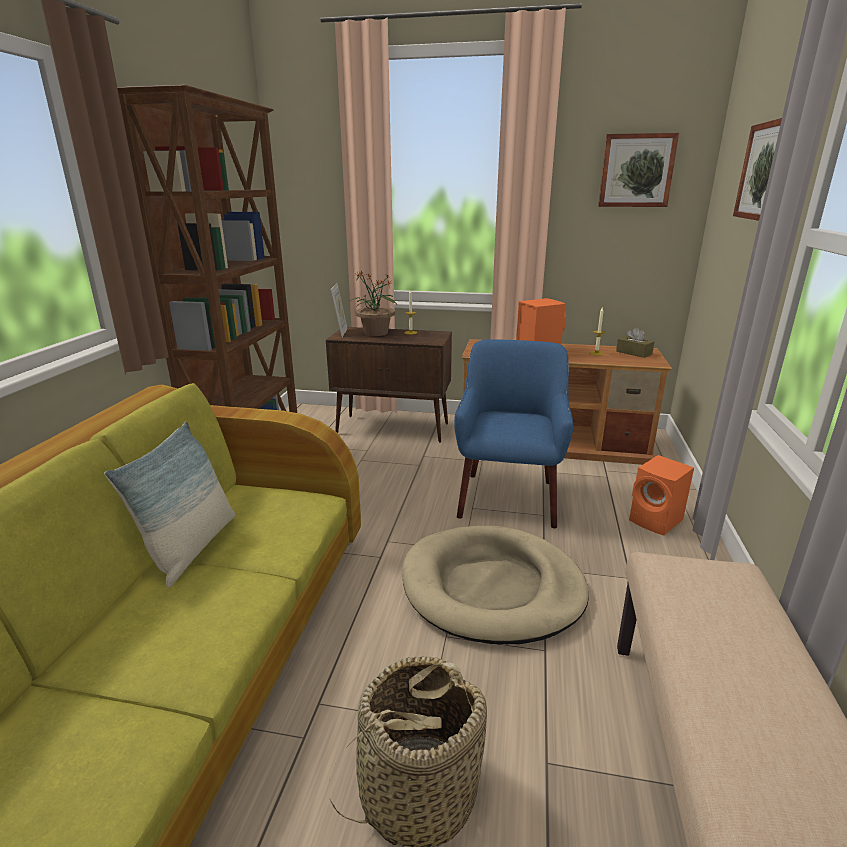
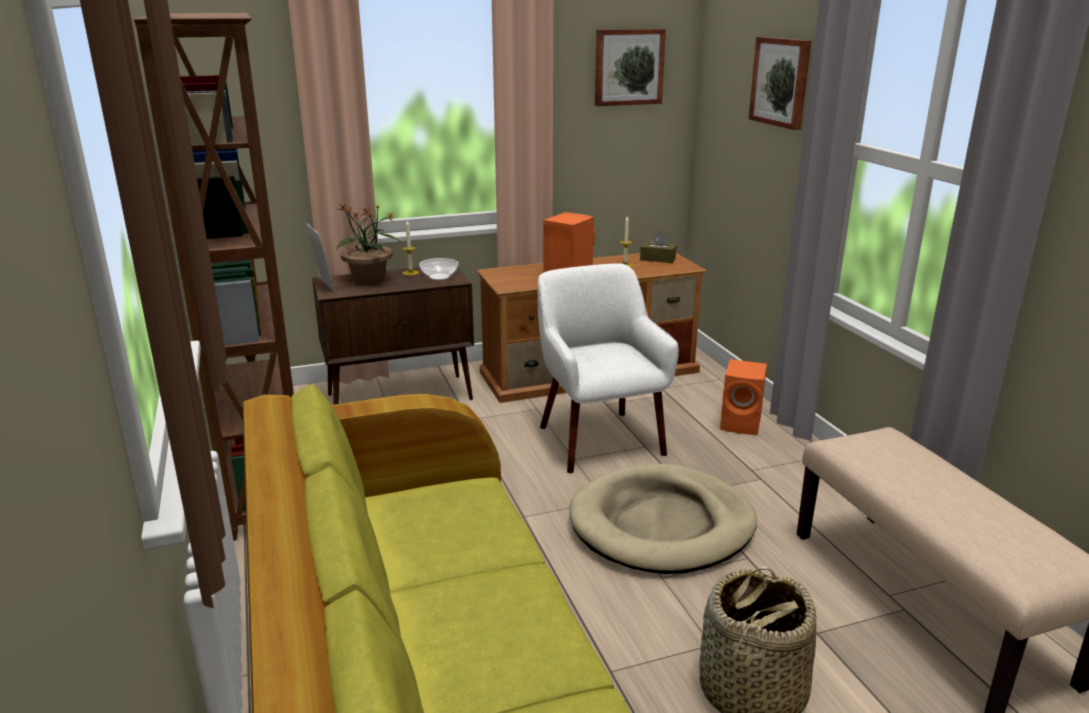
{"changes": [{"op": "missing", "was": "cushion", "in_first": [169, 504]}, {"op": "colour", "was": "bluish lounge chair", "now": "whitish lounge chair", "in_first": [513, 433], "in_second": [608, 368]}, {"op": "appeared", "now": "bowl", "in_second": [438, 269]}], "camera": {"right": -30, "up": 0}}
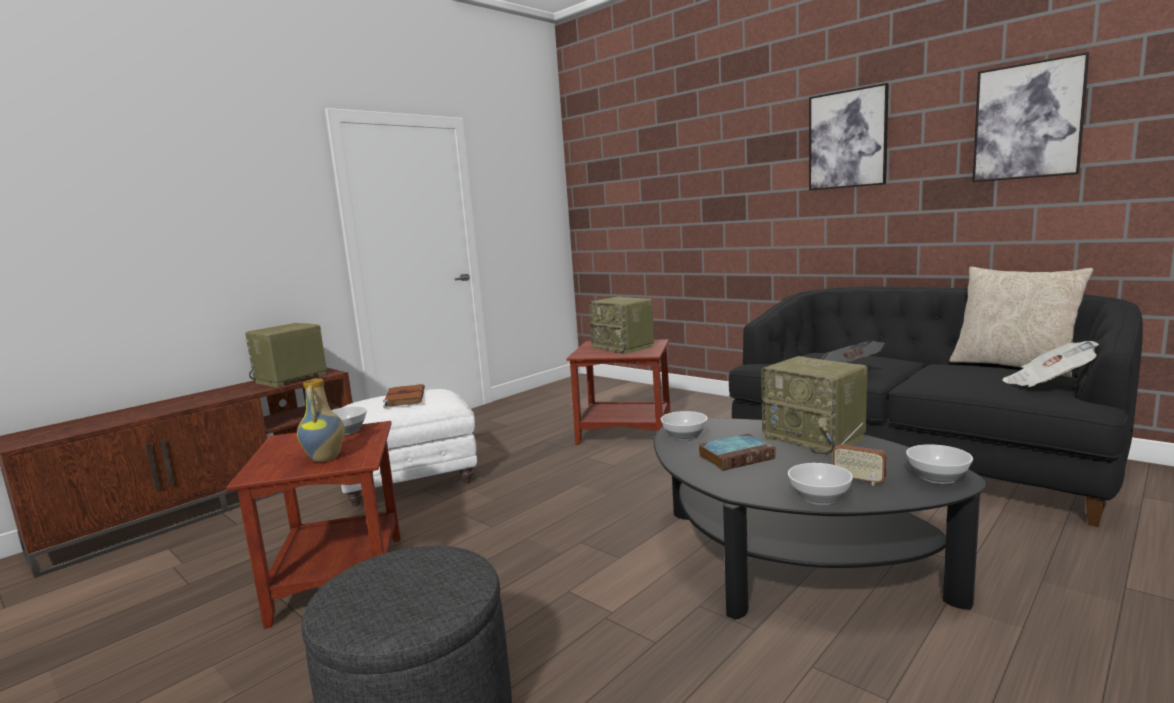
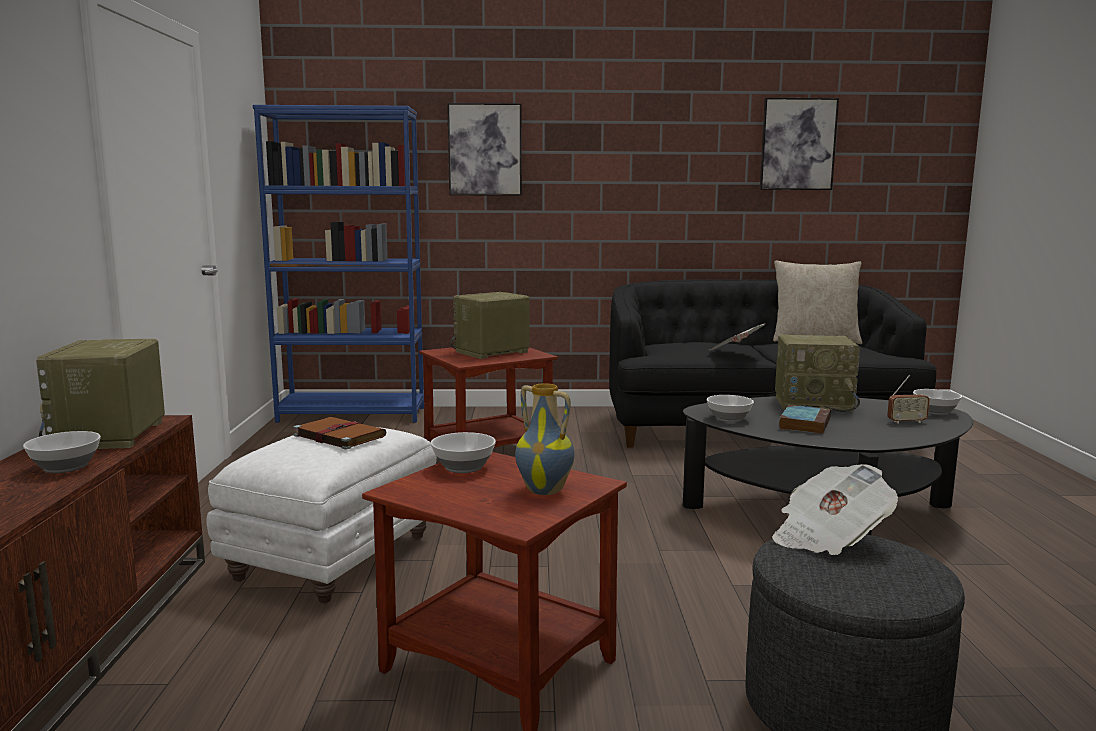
{"changes": [{"op": "spun", "was": "radio receiver", "in_first": [621, 325], "in_second": [490, 325], "clockwise": 135}, {"op": "relocated", "was": "bowl", "in_first": [820, 484], "in_second": [62, 452]}, {"op": "relocated", "was": "wall art", "in_first": [849, 137], "in_second": [484, 149]}, {"op": "relocated", "was": "daily paper", "in_first": [1050, 364], "in_second": [835, 509]}, {"op": "appeared", "now": "bluish bookcase", "in_second": [338, 264]}], "camera": {"right": -45, "up": 0}}
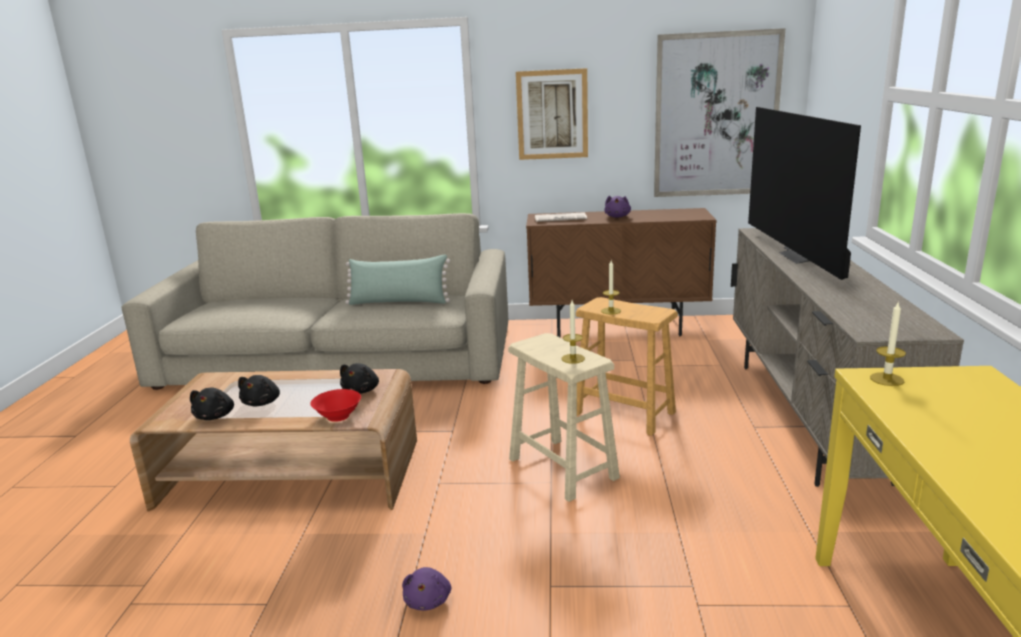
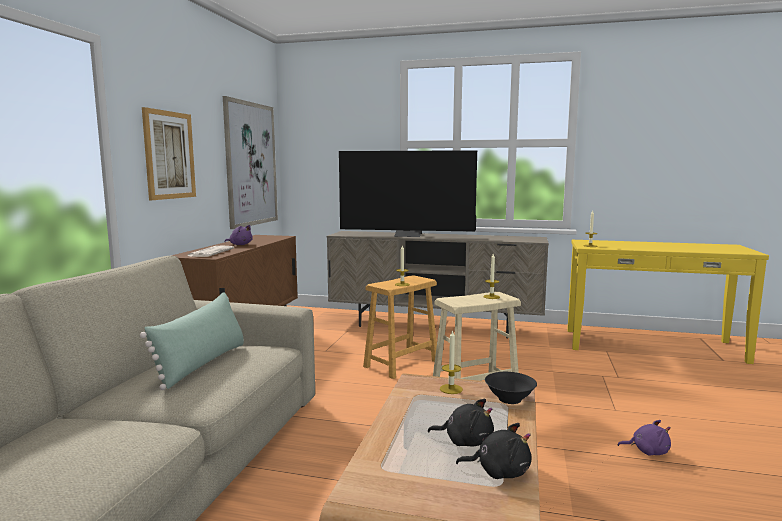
{"changes": [{"op": "colour", "was": "reddish bowl", "now": "black bowl", "in_first": [335, 405], "in_second": [511, 388]}, {"op": "exchanged", "was": "black soft toy", "now": "wax candle", "in_first": [359, 378], "in_second": [451, 362]}], "camera": {"right": -80, "up": -10}}
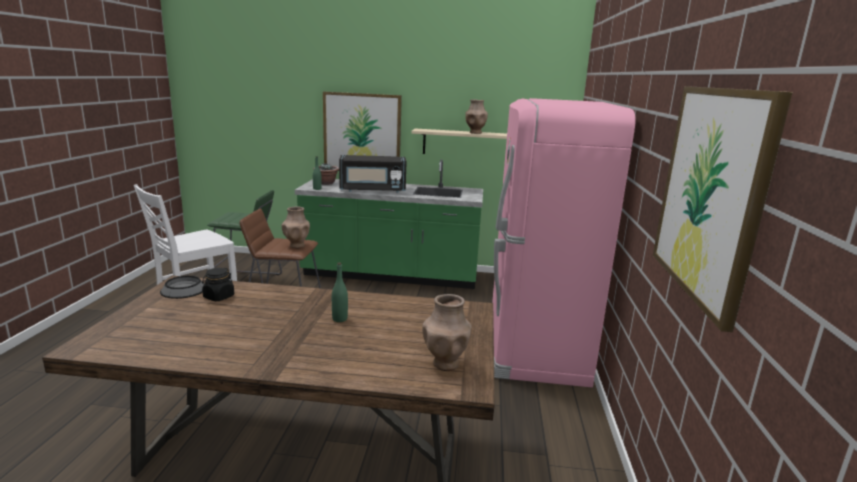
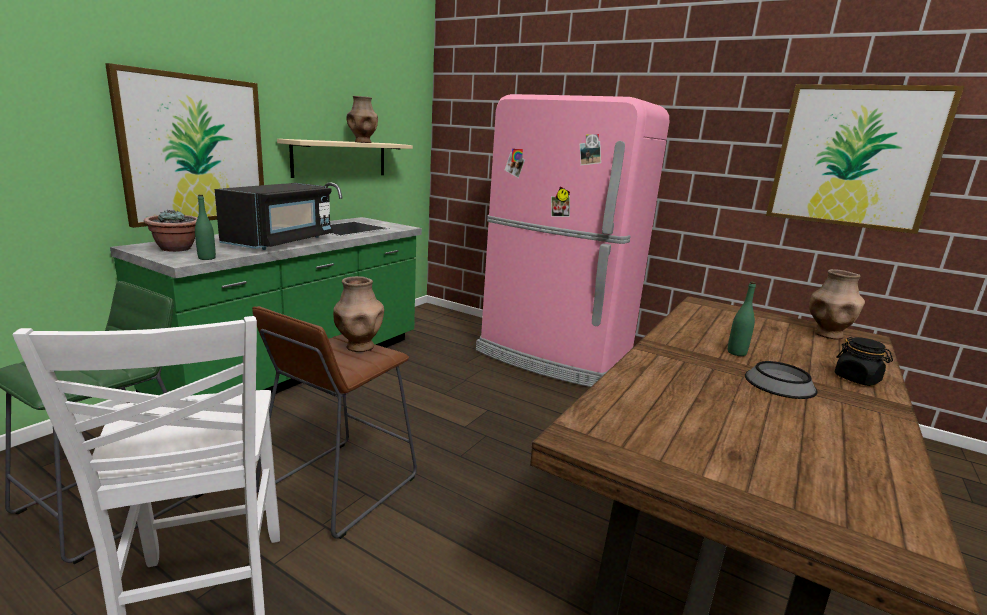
{"changes": [{"op": "relocated", "was": "bowl", "in_first": [182, 287], "in_second": [781, 380]}, {"op": "relocated", "was": "black storage jar", "in_first": [218, 284], "in_second": [864, 361]}], "camera": {"right": -65, "up": 0}}
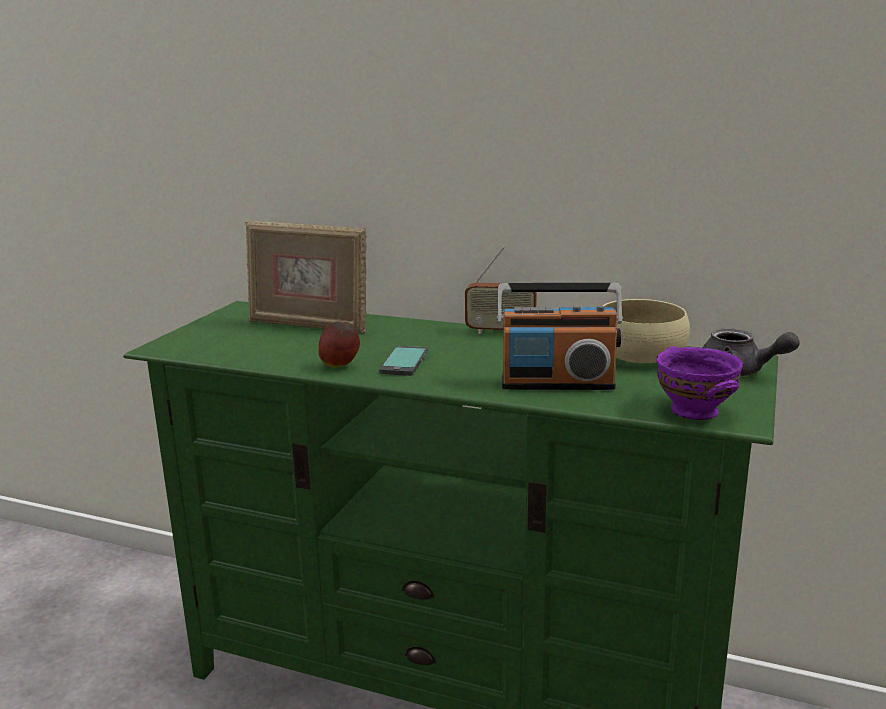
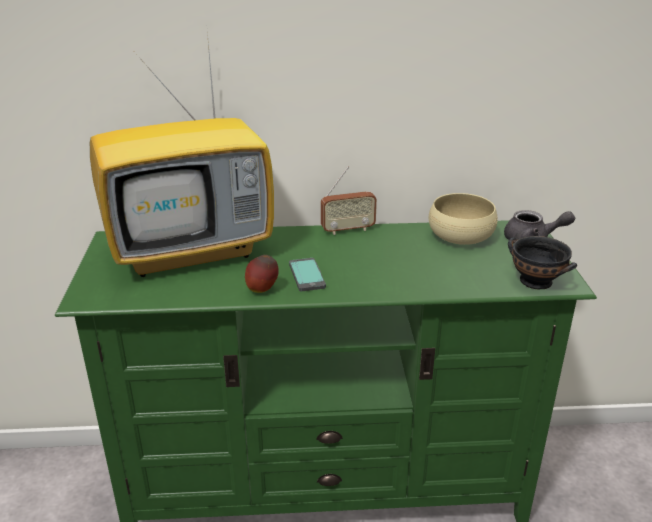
{"changes": [{"op": "exchanged", "was": "standing frame", "now": "TV", "in_first": [306, 276], "in_second": [182, 154]}, {"op": "missing", "was": "radio receiver", "in_first": [560, 336]}, {"op": "colour", "was": "purple bowl", "now": "black bowl", "in_first": [700, 383], "in_second": [542, 262]}], "camera": {"right": -25, "up": 10}}
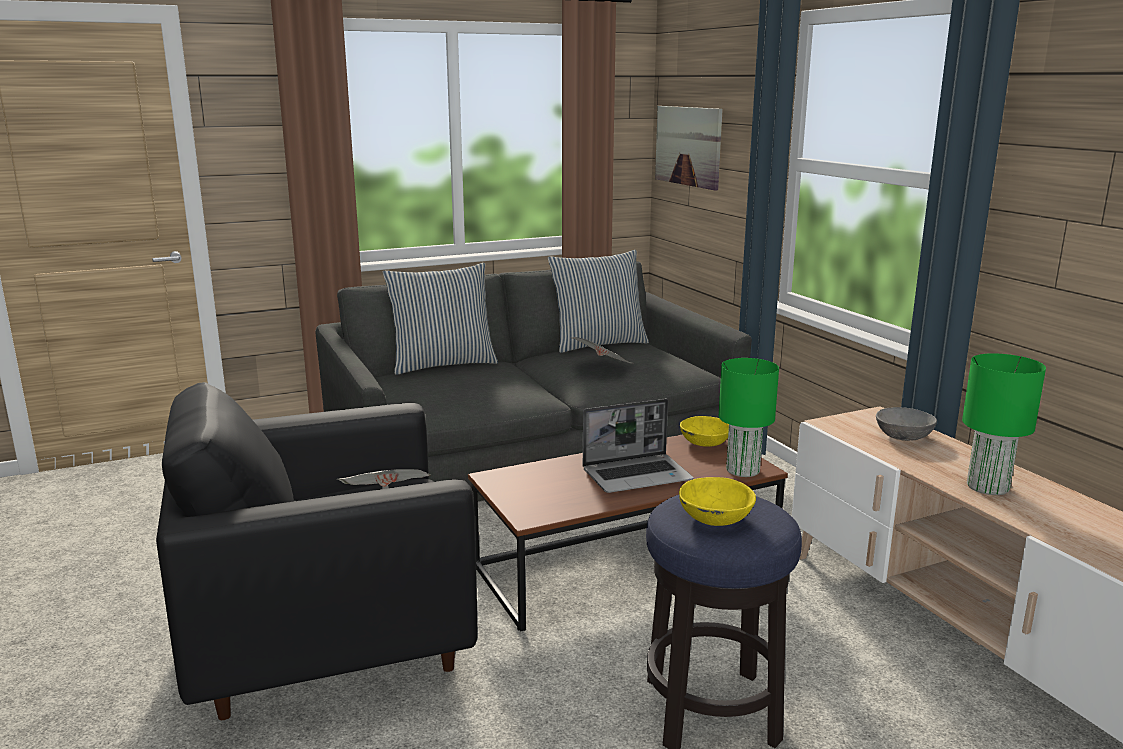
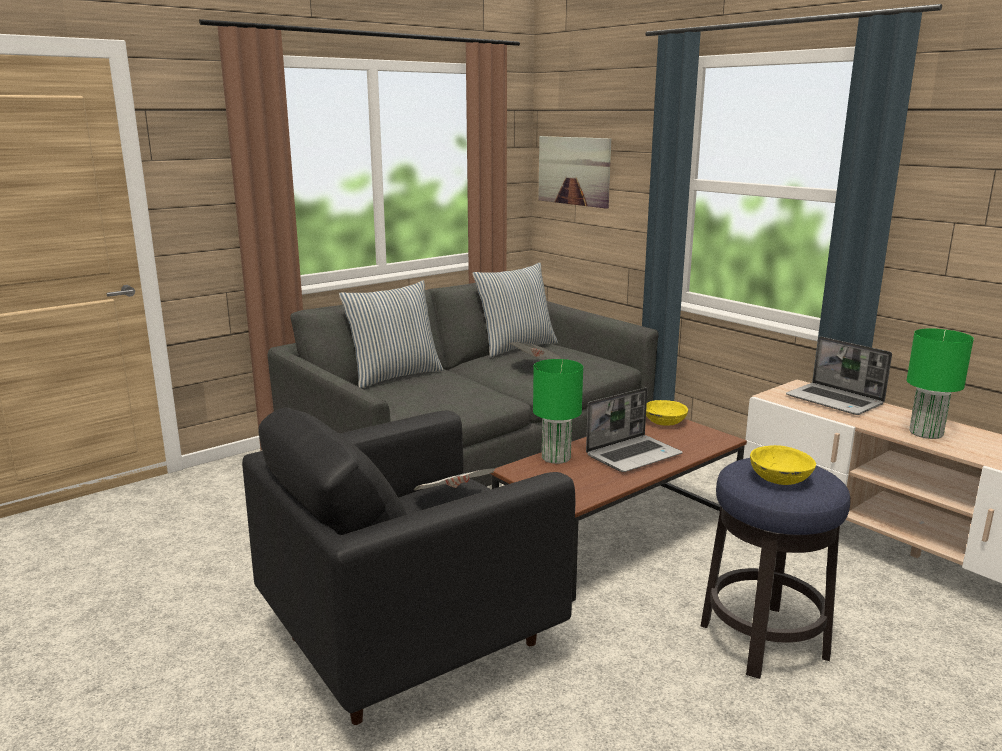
{"changes": [{"op": "relocated", "was": "green-coloured table lamp", "in_first": [749, 417], "in_second": [558, 411]}, {"op": "exchanged", "was": "gray bowl", "now": "notebook computer", "in_first": [906, 424], "in_second": [839, 375]}], "camera": {"right": -15, "up": 0}}
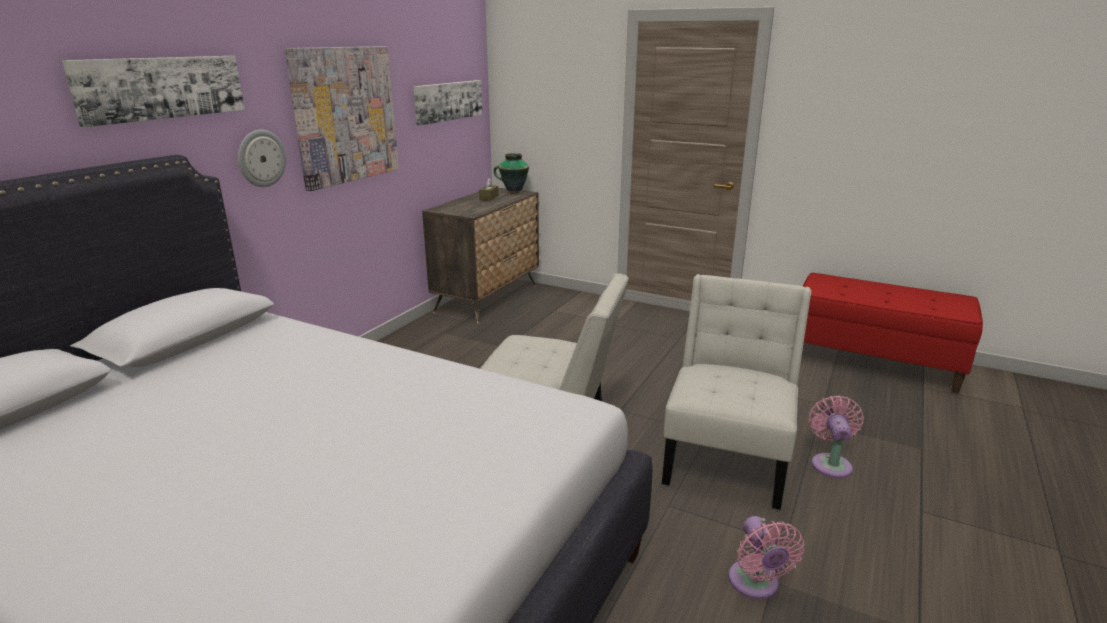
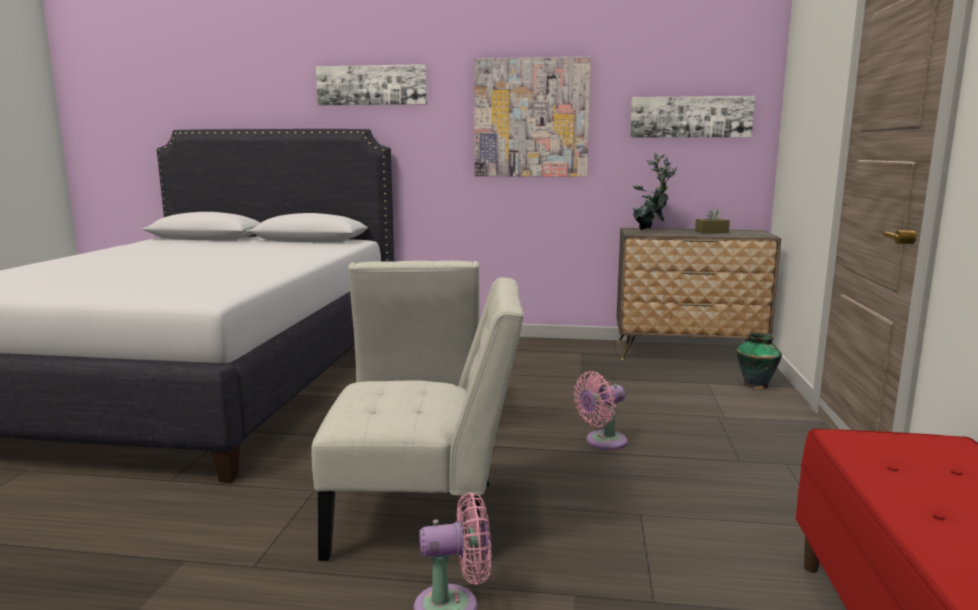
{"changes": [{"op": "missing", "was": "hanging clock", "in_first": [262, 158]}, {"op": "relocated", "was": "decorative vase", "in_first": [511, 173], "in_second": [759, 361]}, {"op": "relocated", "was": "pink fan", "in_first": [766, 557], "in_second": [600, 410]}, {"op": "appeared", "now": "houseplant", "in_second": [655, 191]}], "camera": {"right": 70, "up": -10}}
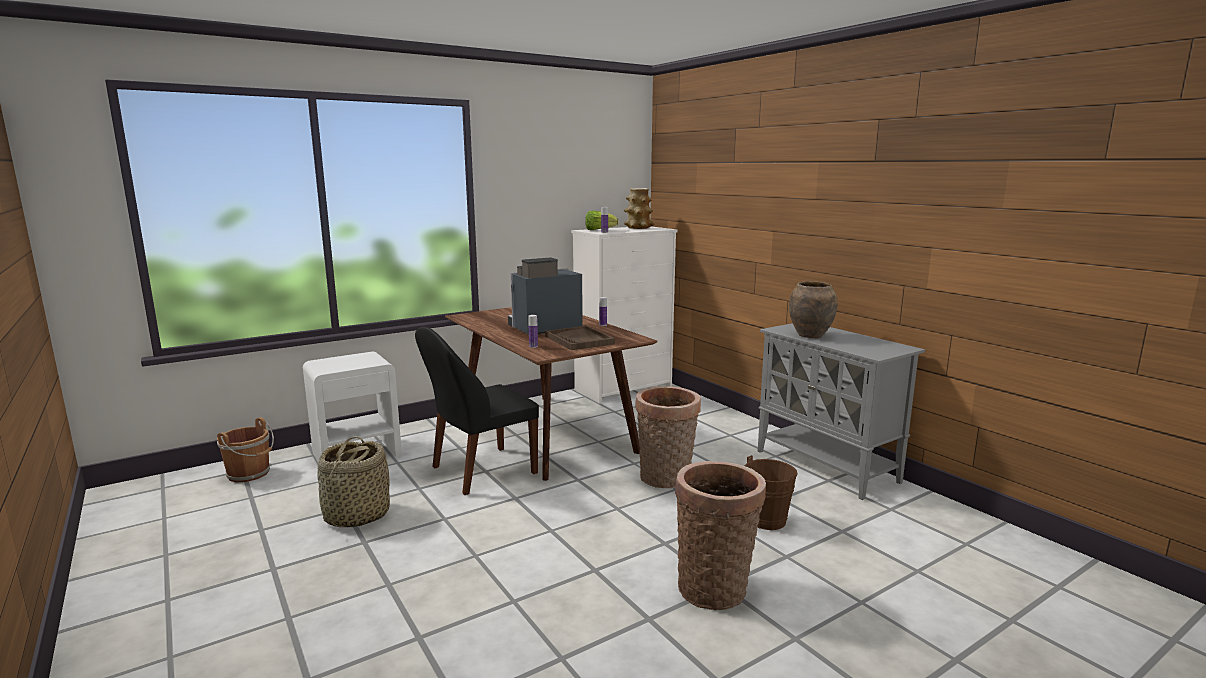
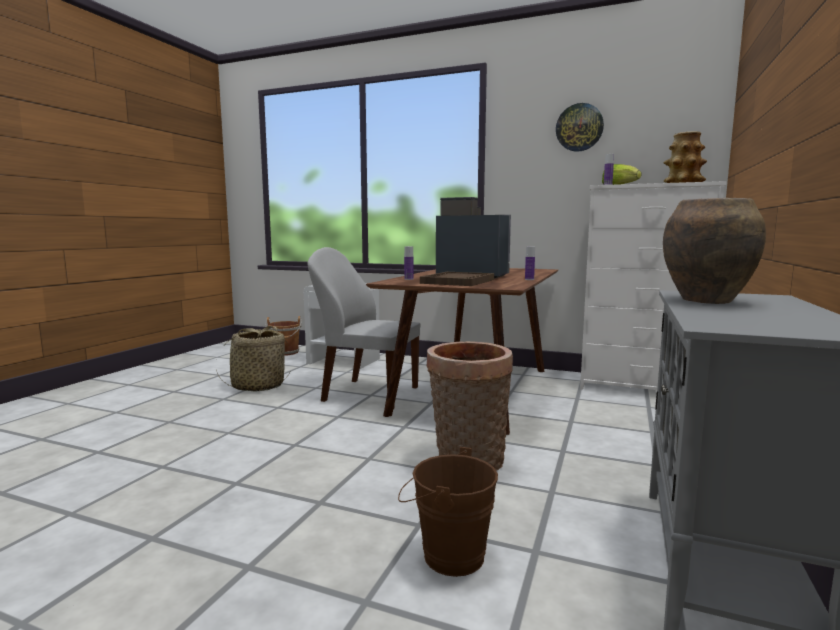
{"changes": [{"op": "colour", "was": "black plain chair", "now": "whitish plain chair", "in_first": [477, 411], "in_second": [363, 327]}, {"op": "missing", "was": "basket", "in_first": [720, 535]}, {"op": "appeared", "now": "hanging clock", "in_second": [580, 127]}], "camera": {"right": 55, "up": -5}}
